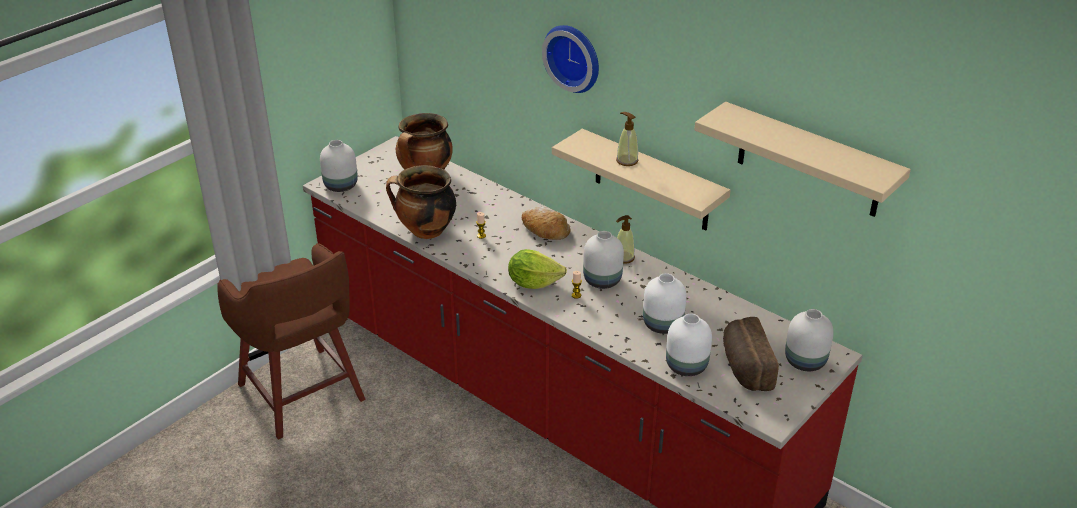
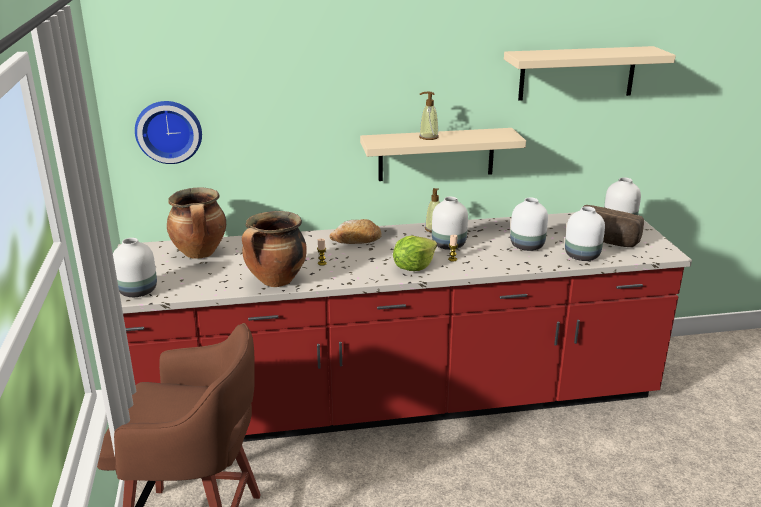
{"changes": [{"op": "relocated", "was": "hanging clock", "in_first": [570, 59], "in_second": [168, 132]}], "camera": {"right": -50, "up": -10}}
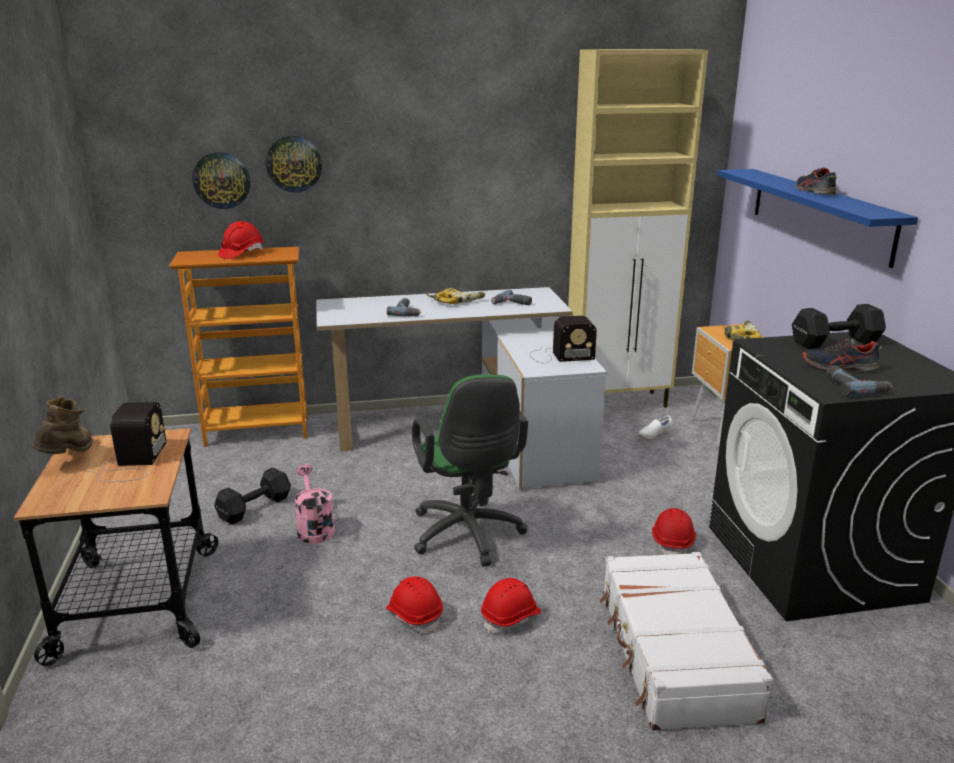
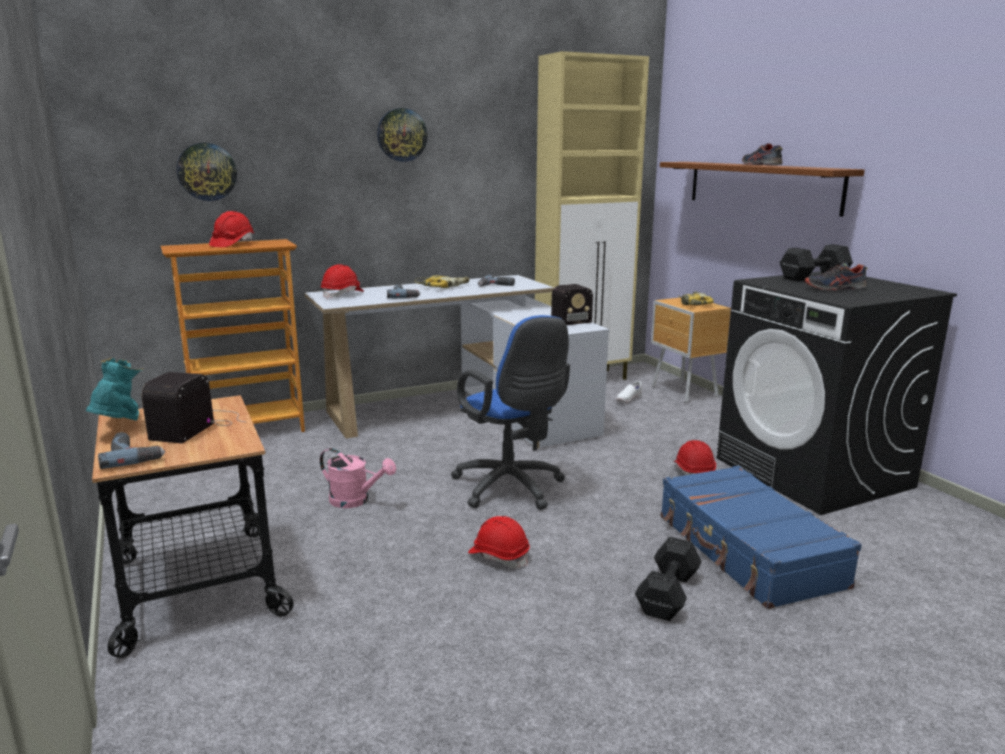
{"changes": [{"op": "colour", "was": "brown tall boot", "now": "turquoise-coloured tall boot", "in_first": [62, 425], "in_second": [115, 389]}, {"op": "spun", "was": "radio receiver", "in_first": [126, 442], "in_second": [193, 407], "clockwise": -150}, {"op": "relocated", "was": "black free weight", "in_first": [252, 496], "in_second": [668, 579]}, {"op": "relocated", "was": "hanging clock", "in_first": [294, 164], "in_second": [402, 135]}, {"op": "spun", "was": "pink watering can", "in_first": [315, 504], "in_second": [358, 478], "clockwise": 150}, {"op": "colour", "was": "green-coloured office chair", "now": "bluish office chair", "in_first": [470, 470], "in_second": [510, 412]}, {"op": "relocated", "was": "reddish hard hat", "in_first": [511, 606], "in_second": [342, 281]}, {"op": "colour", "was": "whitish travel case", "now": "bluish travel case", "in_first": [686, 641], "in_second": [761, 537]}, {"op": "colour", "was": "bluish bracket shelf", "now": "brown bracket shelf", "in_first": [817, 218], "in_second": [762, 189]}, {"op": "relocated", "was": "power drill", "in_first": [859, 381], "in_second": [131, 450]}], "camera": {"right": -15, "up": -5}}
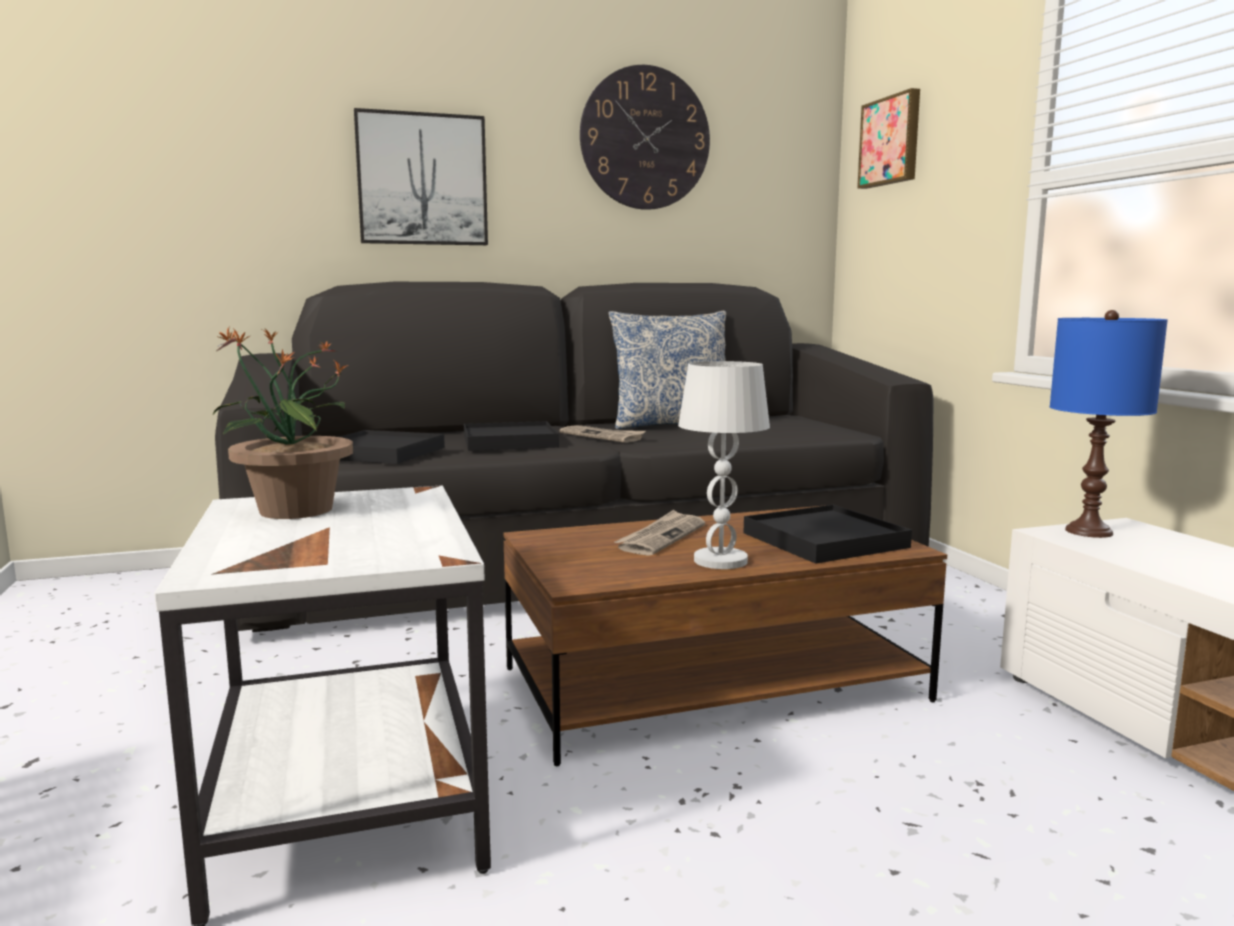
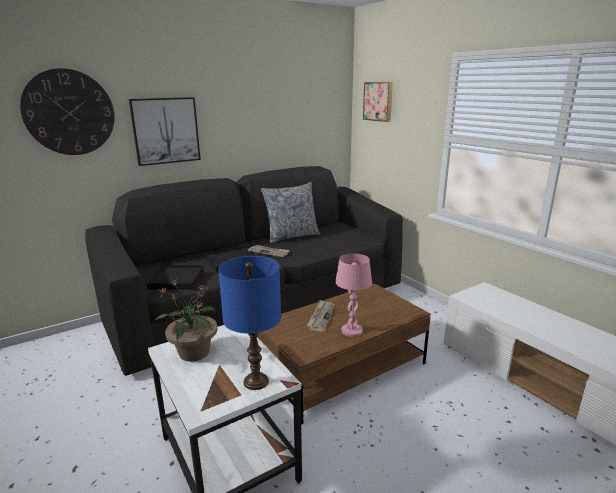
{"changes": [{"op": "relocated", "was": "hanging clock", "in_first": [645, 137], "in_second": [67, 111]}, {"op": "colour", "was": "whitish table lamp", "now": "pink table lamp", "in_first": [724, 465], "in_second": [353, 295]}, {"op": "missing", "was": "black serving tray", "in_first": [828, 534]}, {"op": "relocated", "was": "bluish table lamp", "in_first": [1109, 424], "in_second": [249, 323]}], "camera": {"right": -15, "up": 10}}
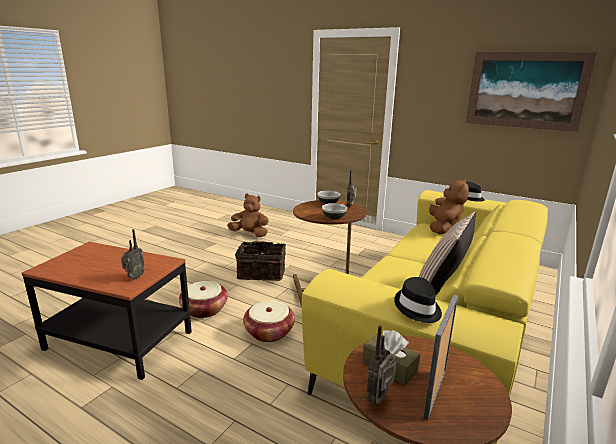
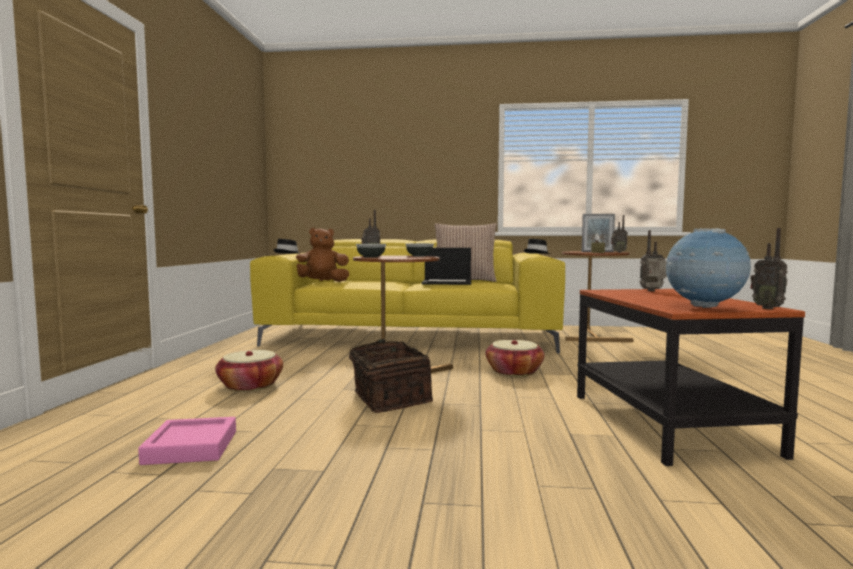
{"changes": [{"op": "relocated", "was": "basket", "in_first": [203, 299], "in_second": [249, 371]}, {"op": "exchanged", "was": "brown soft toy", "now": "pink serving tray", "in_first": [248, 215], "in_second": [187, 441]}, {"op": "missing", "was": "wall art", "in_first": [531, 92]}, {"op": "appeared", "now": "notebook computer", "in_second": [446, 266]}, {"op": "appeared", "now": "globe", "in_second": [708, 268]}, {"op": "appeared", "now": "radio receiver", "in_second": [769, 268]}], "camera": {"right": -115, "up": -15}}
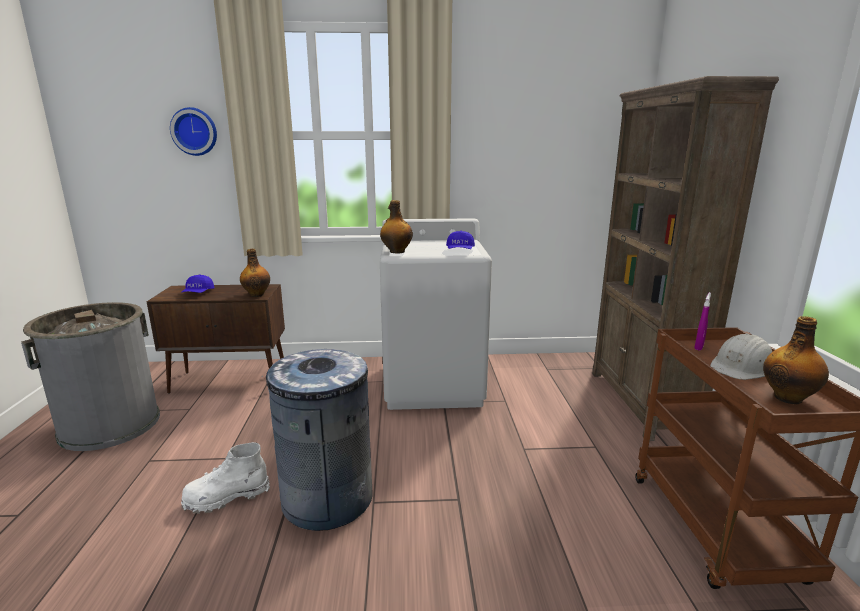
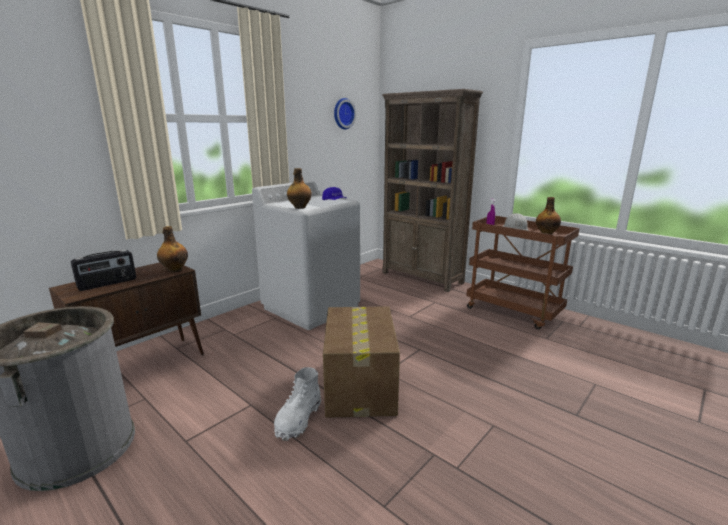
{"changes": [{"op": "relocated", "was": "hanging clock", "in_first": [193, 131], "in_second": [345, 113]}, {"op": "exchanged", "was": "bluish peaked cap", "now": "radio receiver", "in_first": [198, 283], "in_second": [103, 270]}, {"op": "exchanged", "was": "gray trash can", "now": "packing box", "in_first": [317, 440], "in_second": [361, 362]}], "camera": {"right": -45, "up": 0}}
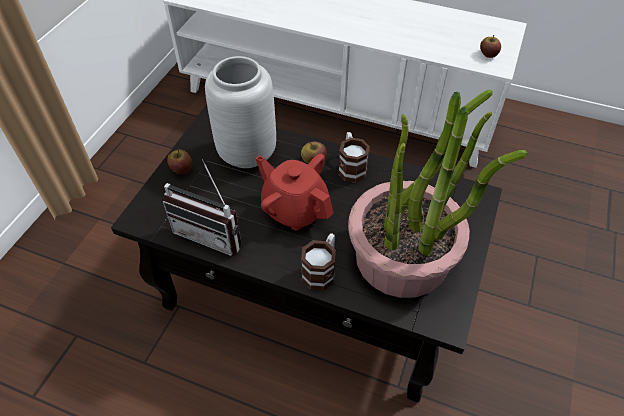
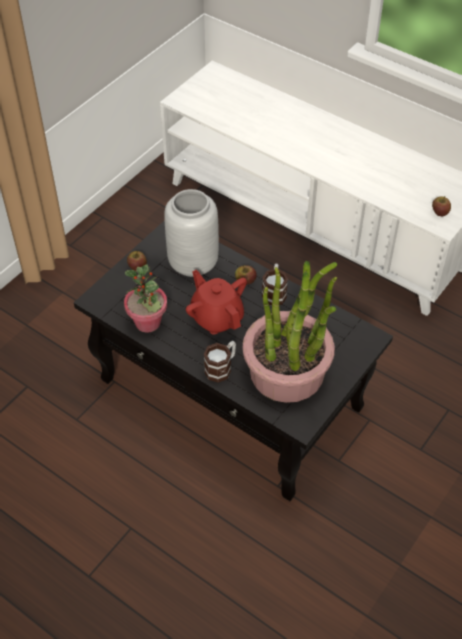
{"changes": [{"op": "exchanged", "was": "radio receiver", "now": "houseplant", "in_first": [201, 207], "in_second": [145, 298]}], "camera": {"right": 15, "up": 0}}
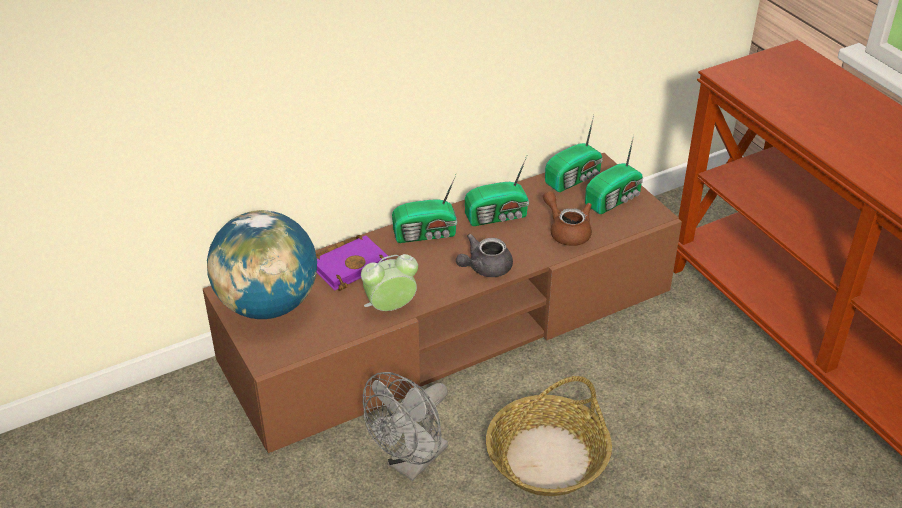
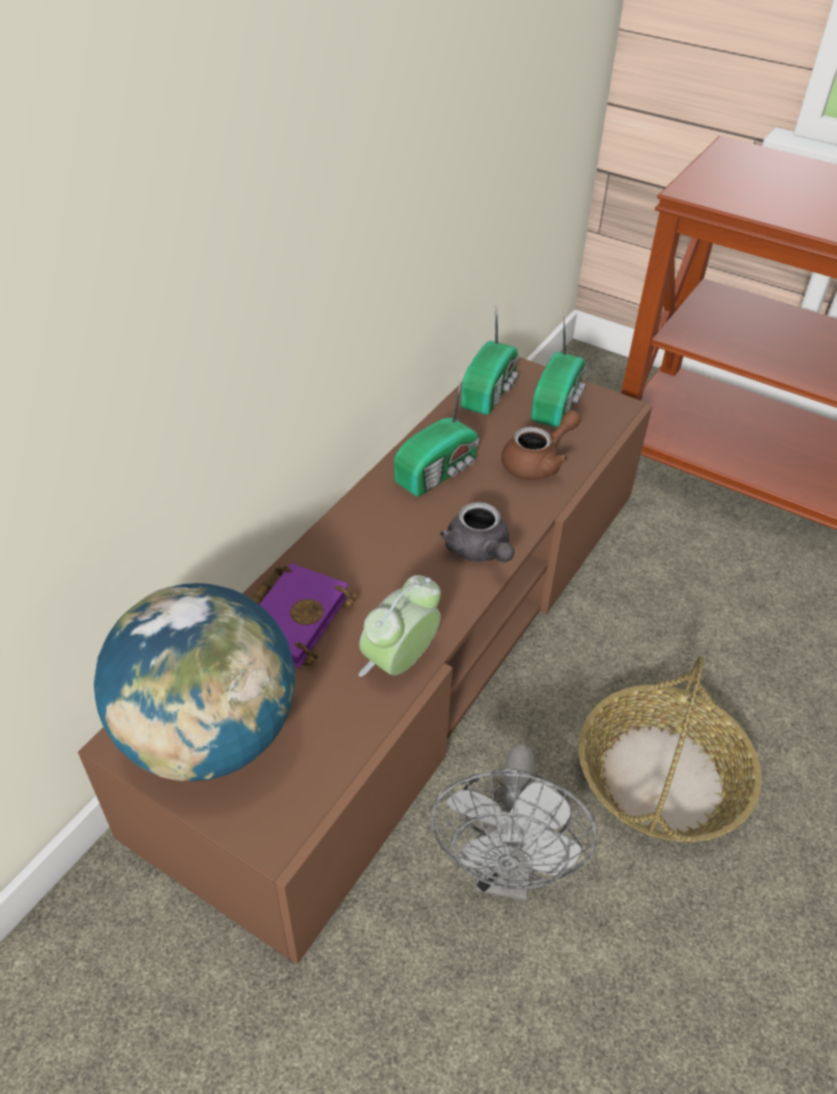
{"changes": [{"op": "missing", "was": "radio receiver", "in_first": [424, 208]}, {"op": "spun", "was": "gray teapot", "in_first": [484, 255], "in_second": [477, 532], "clockwise": -45}, {"op": "spun", "was": "brown teapot", "in_first": [567, 218], "in_second": [541, 445], "clockwise": 120}], "camera": {"right": -30, "up": 5}}
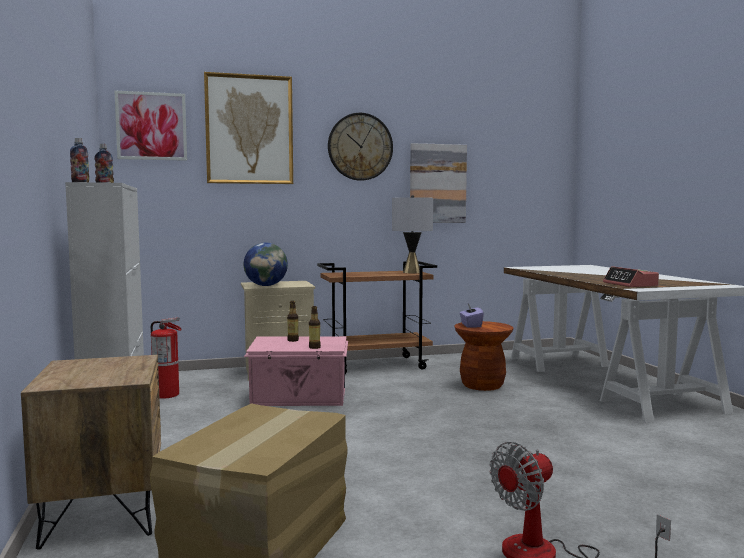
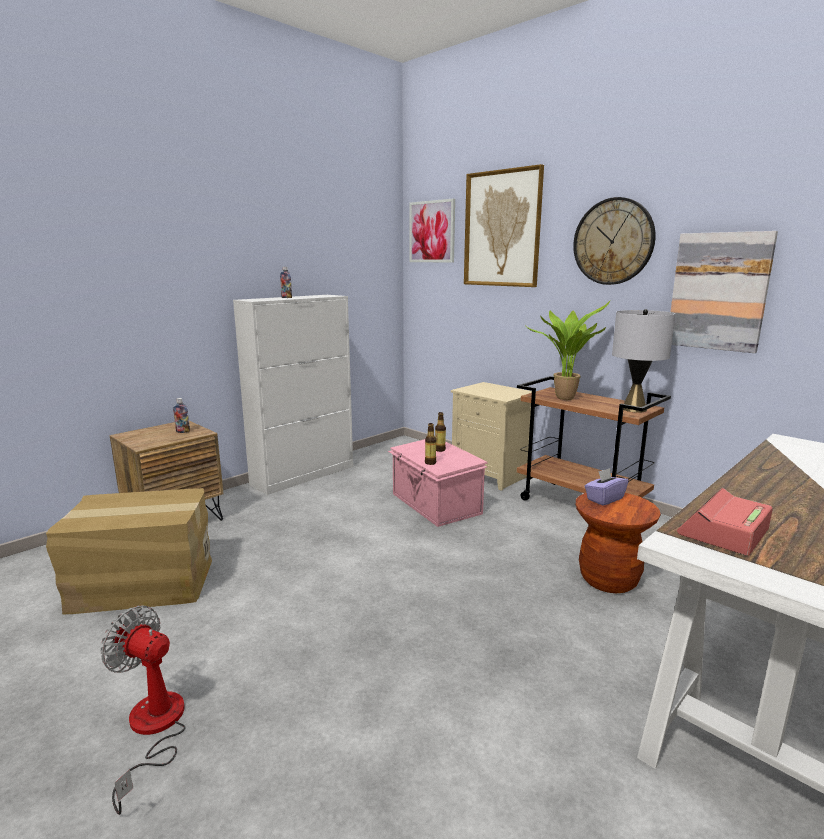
{"changes": [{"op": "relocated", "was": "drink bottle", "in_first": [79, 160], "in_second": [181, 415]}, {"op": "missing", "was": "fire extinguisher", "in_first": [166, 358]}, {"op": "missing", "was": "globe", "in_first": [266, 264]}, {"op": "appeared", "now": "houseplant", "in_second": [568, 350]}], "camera": {"right": 60, "up": 10}}
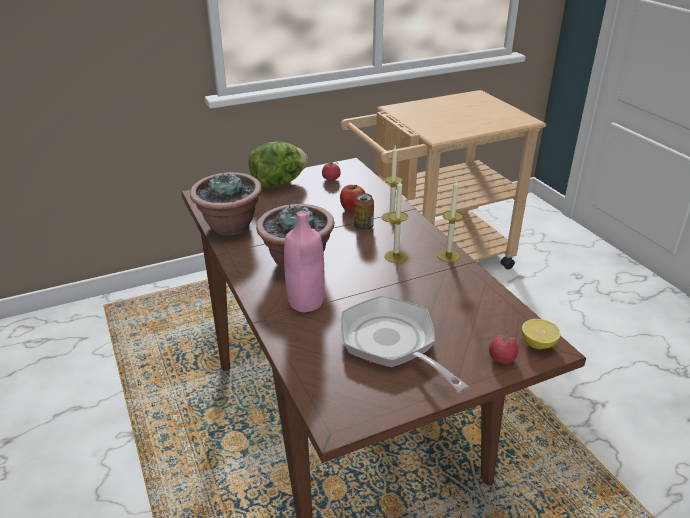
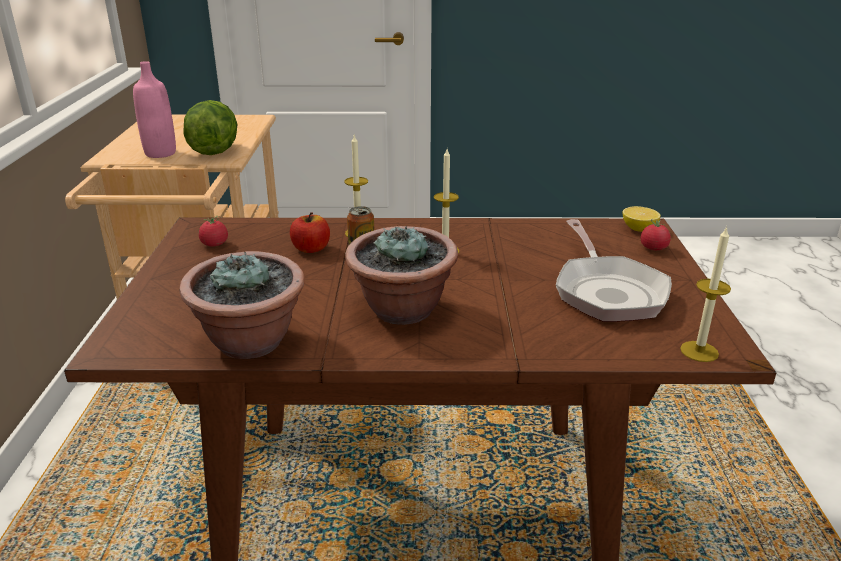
{"changes": [{"op": "relocated", "was": "head of lettuce", "in_first": [278, 165], "in_second": [210, 127]}, {"op": "relocated", "was": "pink drink bottle", "in_first": [304, 261], "in_second": [154, 109]}, {"op": "spun", "was": "pan", "in_first": [405, 344], "in_second": [614, 270], "clockwise": -90}, {"op": "relocated", "was": "wax candle", "in_first": [450, 220], "in_second": [705, 294]}], "camera": {"right": -65, "up": -5}}
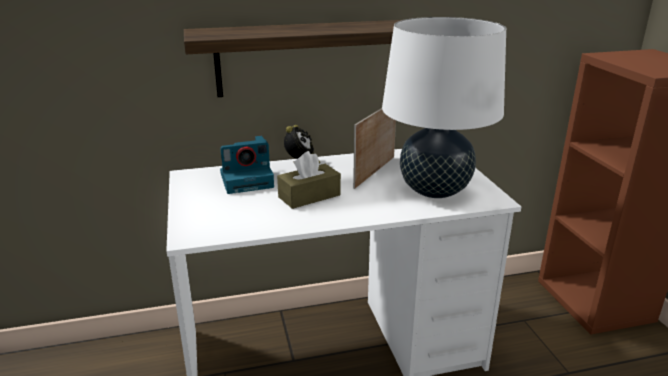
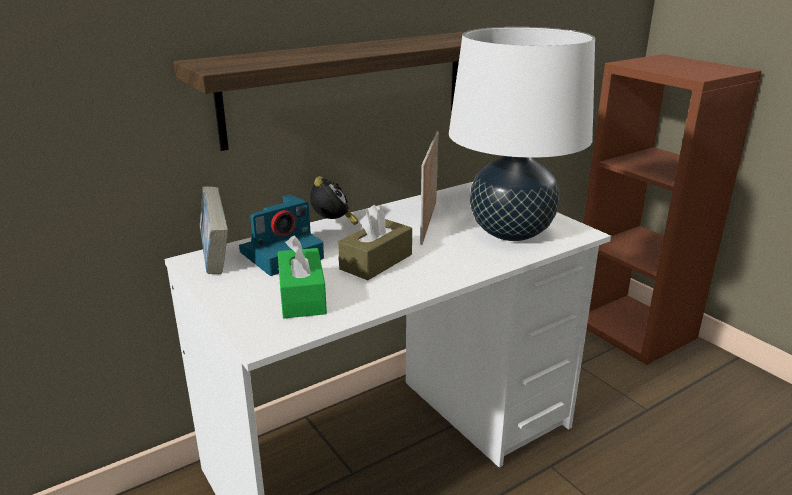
{"changes": [{"op": "appeared", "now": "bound book", "in_second": [214, 230]}, {"op": "appeared", "now": "green-coloured tissue holder", "in_second": [302, 276]}], "camera": {"right": -20, "up": 0}}
